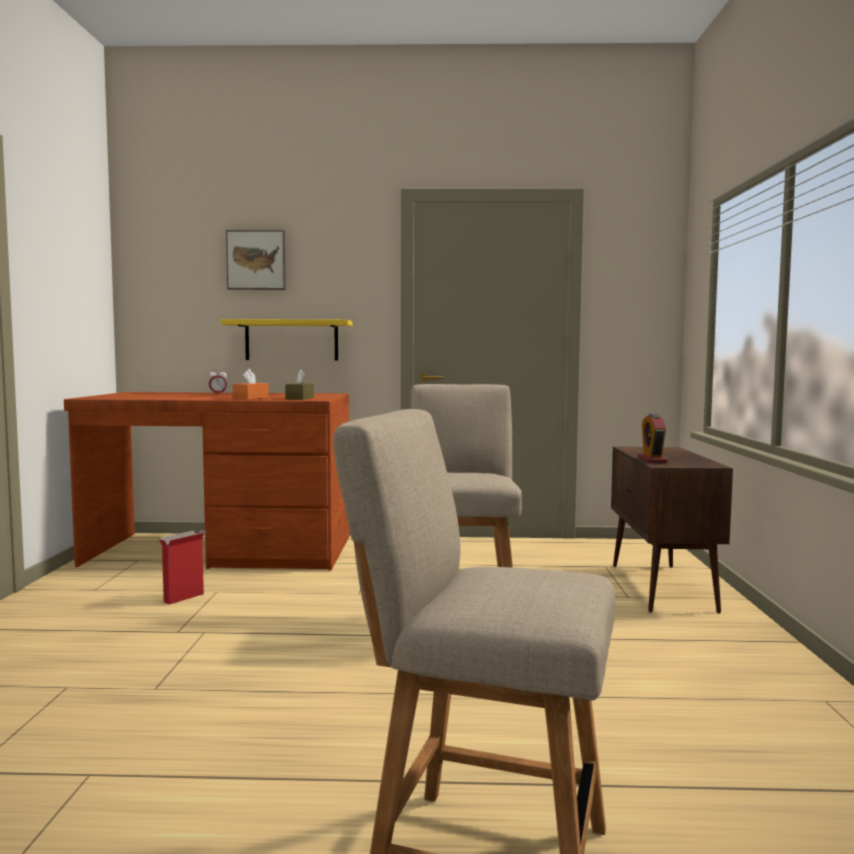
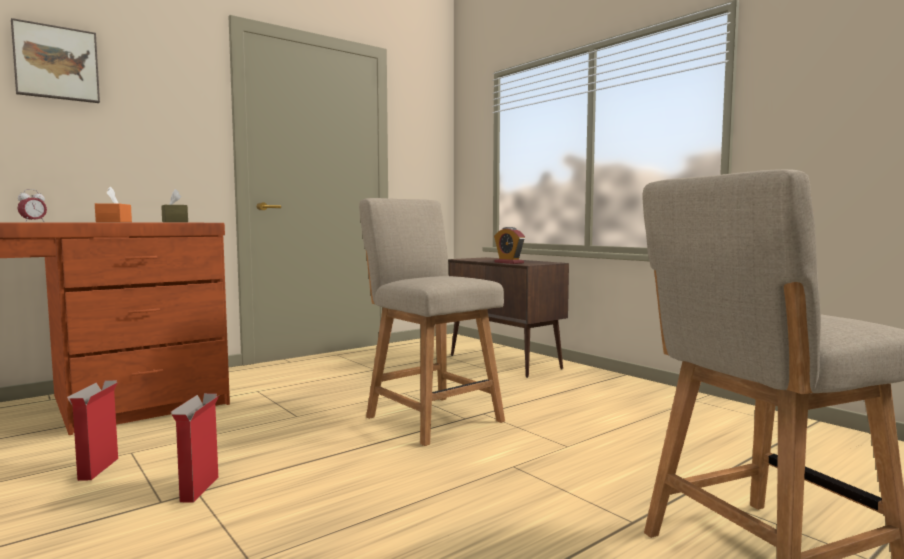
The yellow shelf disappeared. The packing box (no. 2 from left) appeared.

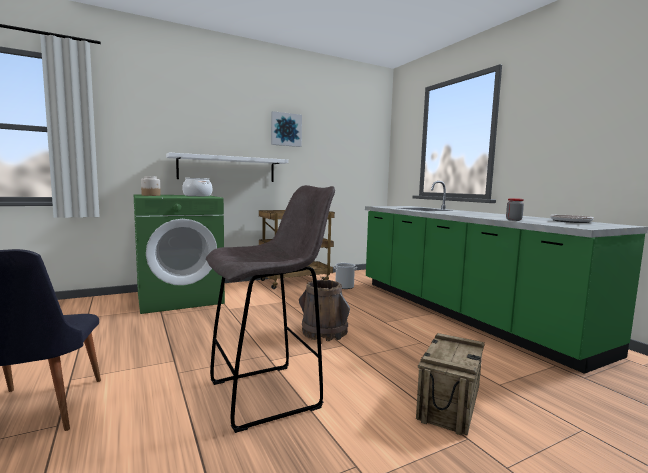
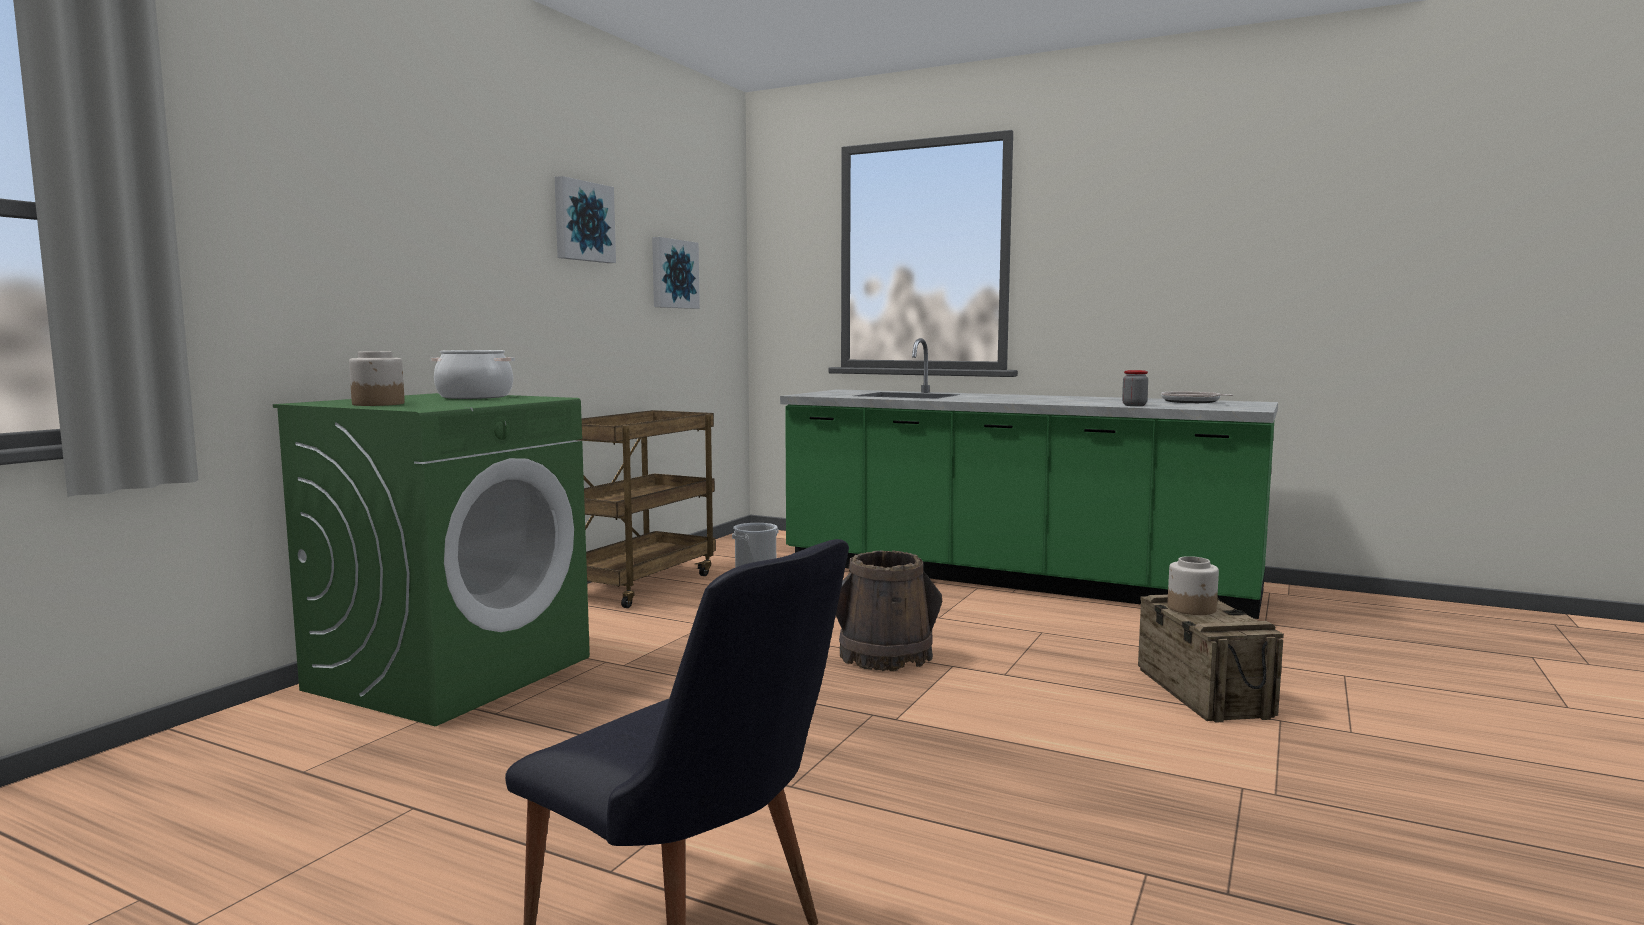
The white-coloured shelf disappeared. The gray sitting stool disappeared. The wall picture (no. 2 from left) appeared. The jar (no. 3 from left) appeared.

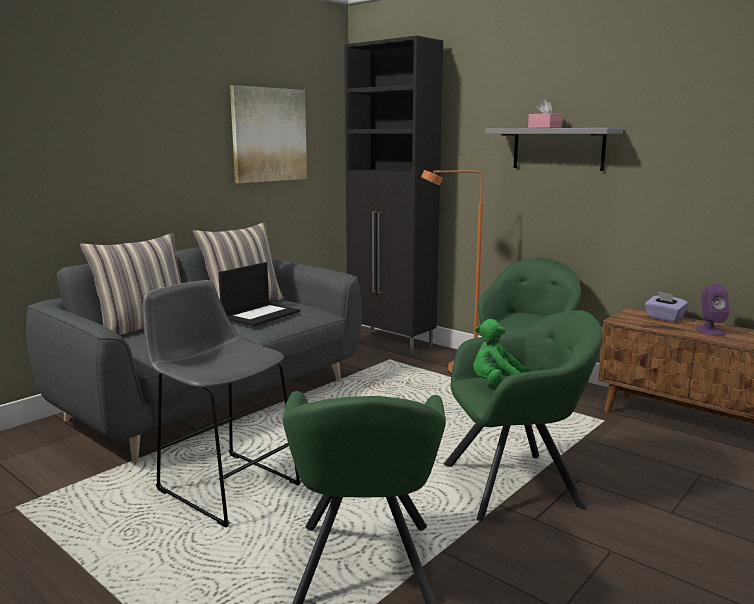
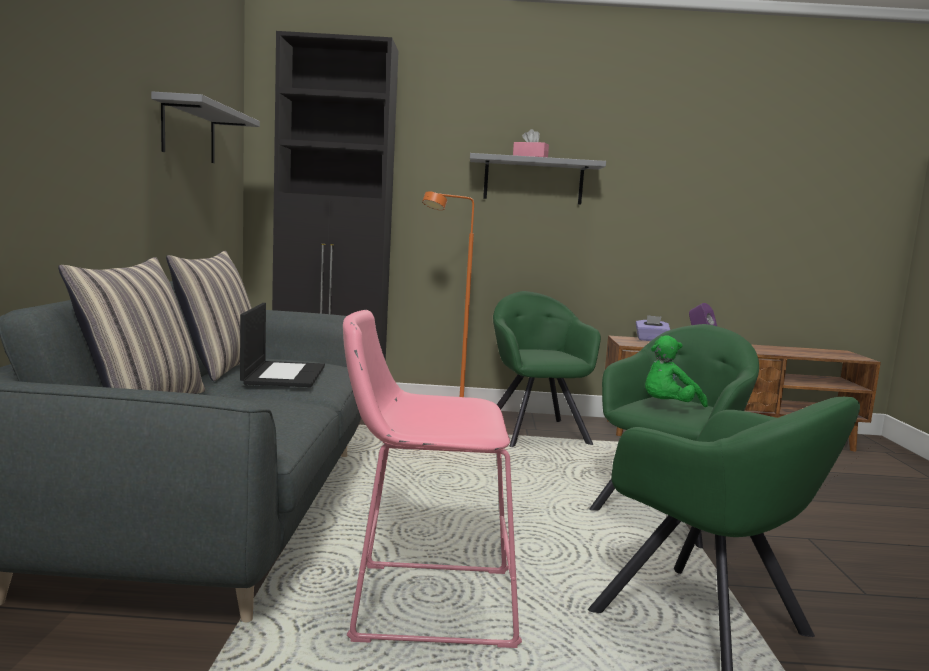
The gray sitting stool became the pink-coloured sitting stool. The wall picture was replaced by the gray shelf (no. 1 from left).

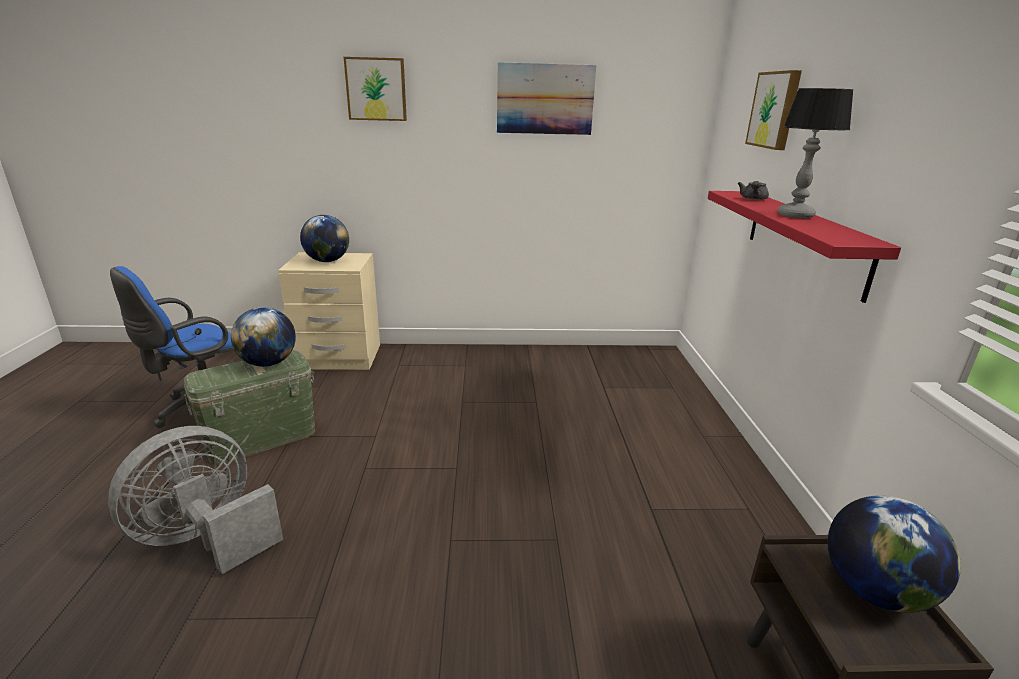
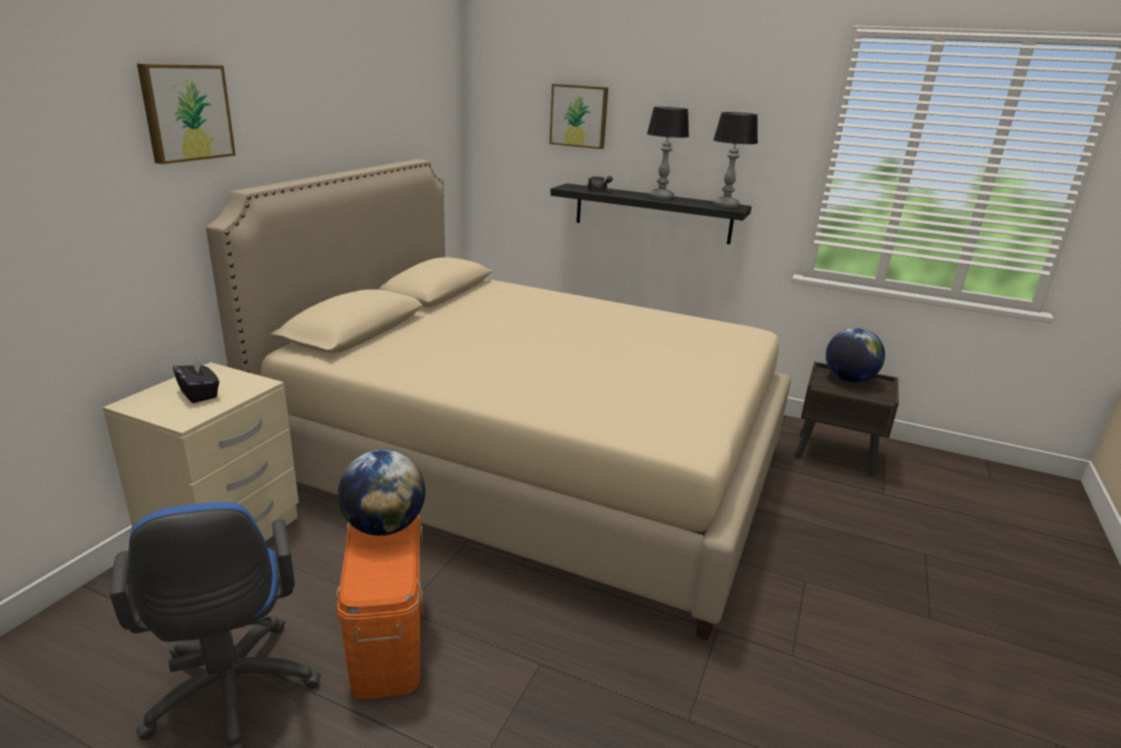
The gray fan disappeared. The greenish storage bin became the orange storage bin. The globe (no. 2 from left) was replaced by the black-coloured tissue box. The wall picture (no. 2 from left) disappeared. The reddish shelf became the black-coloured shelf. The beige bed appeared. The tabletop lamp (no. 2 from left) appeared.

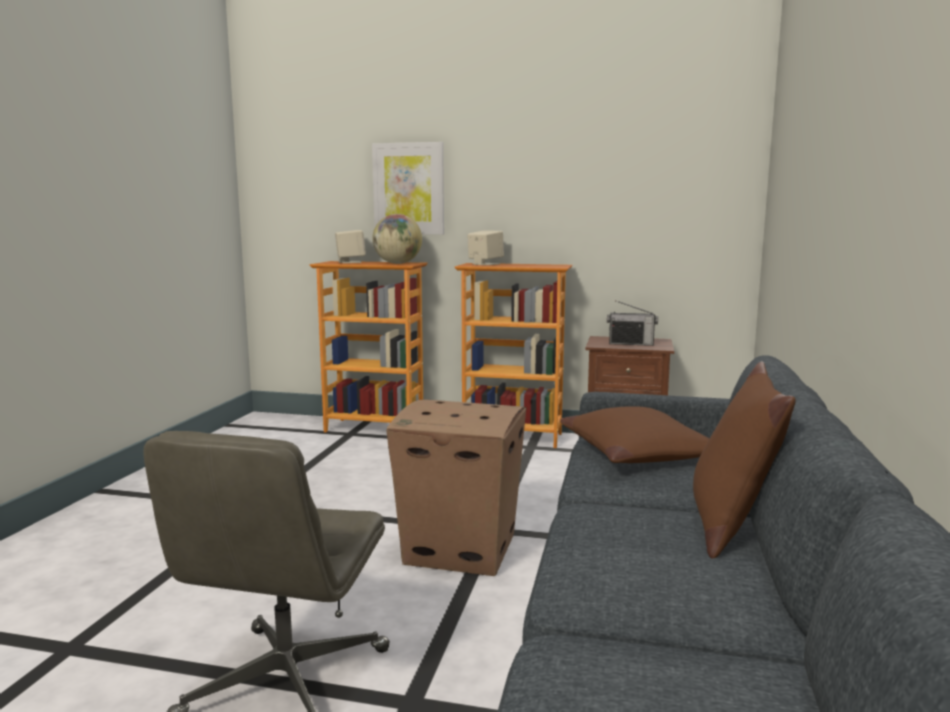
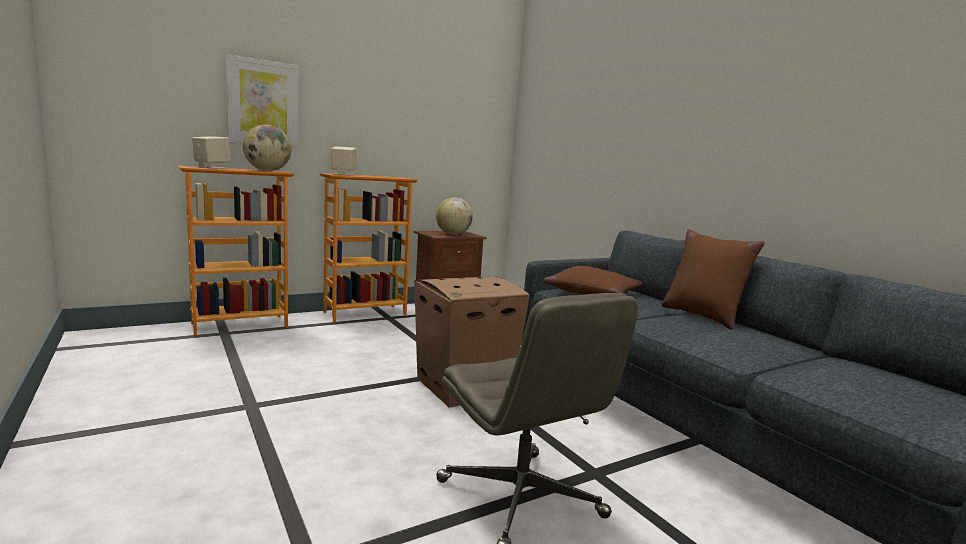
The radio was replaced by the globe (no. 2 from left).

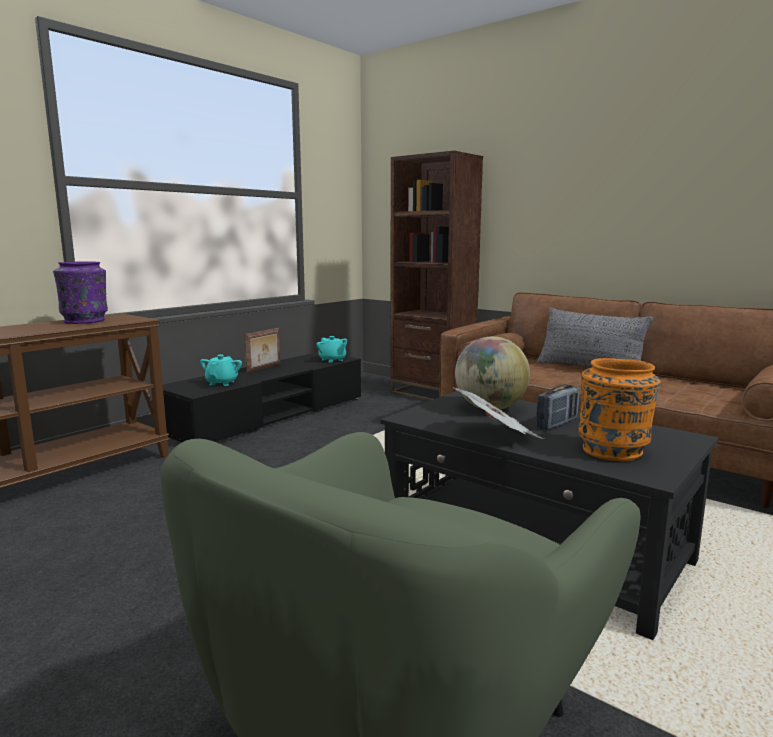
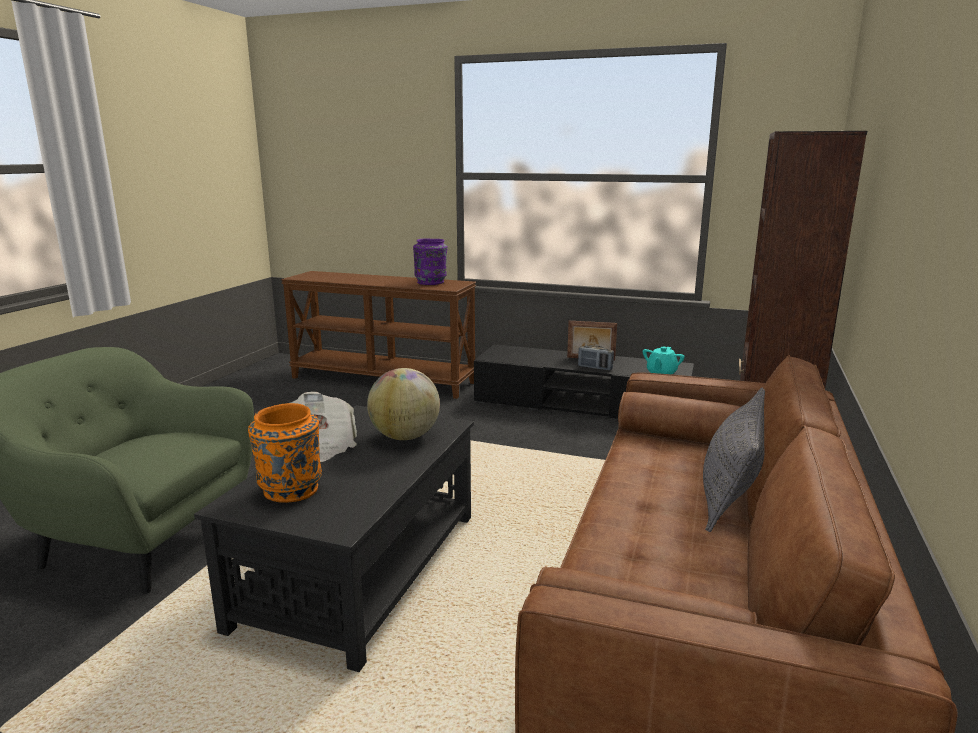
The turquoise teapot (no. 1 from left) disappeared. The radio moved.

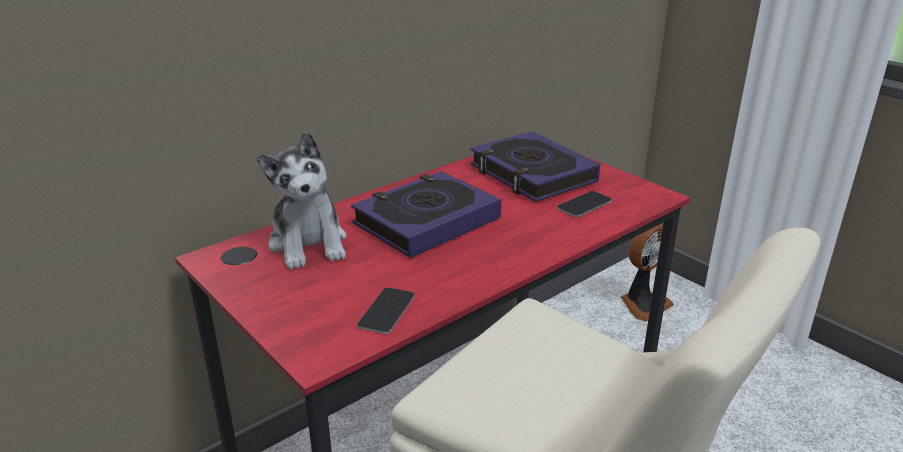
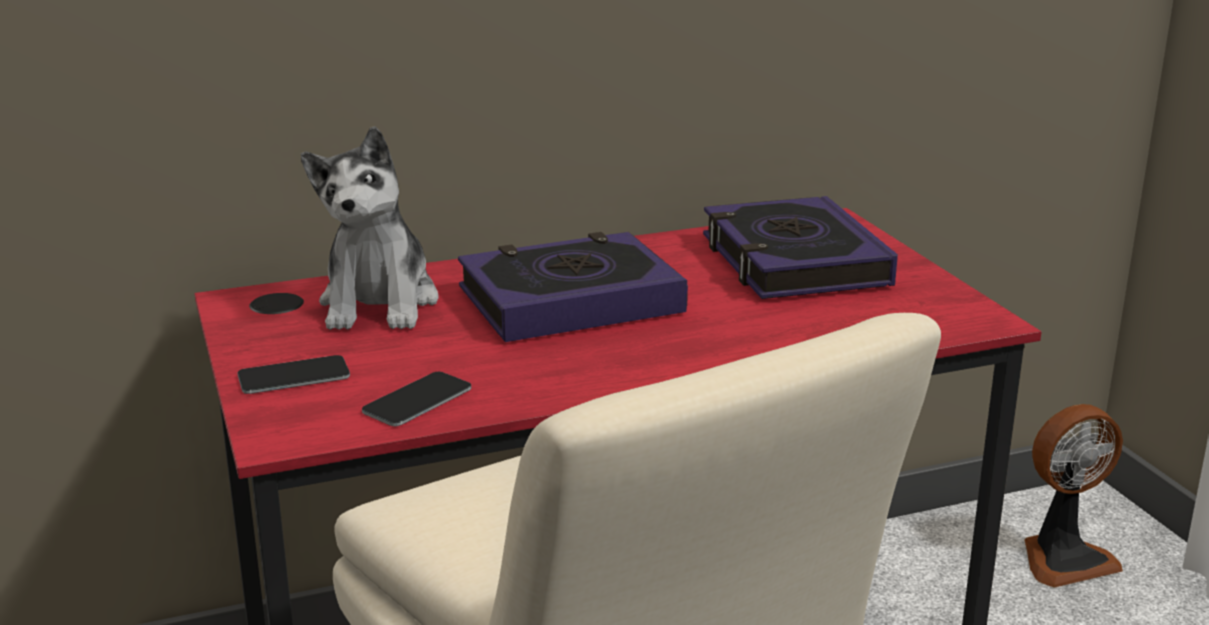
The phone (no. 2 from left in the first image) moved.

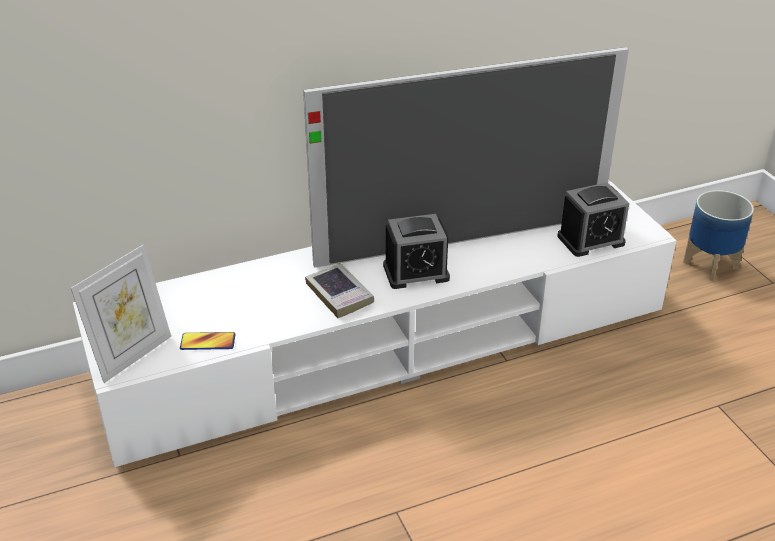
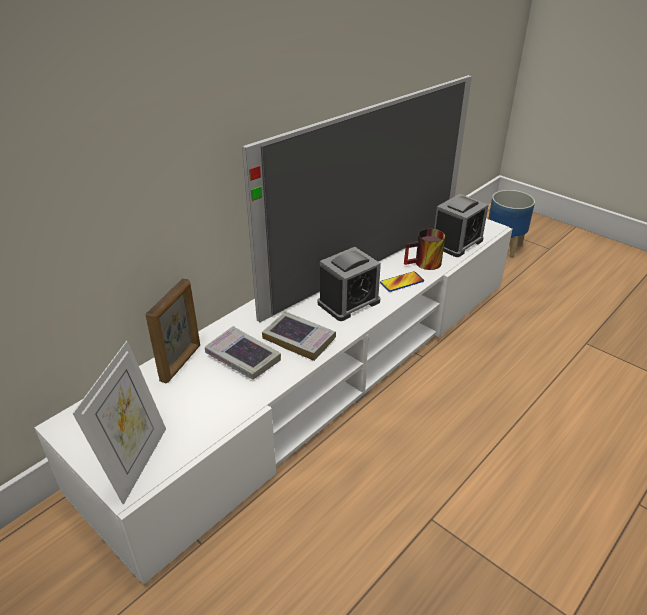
The phone moved. The standing frame (no. 2 from left) appeared. The bound book (no. 1 from left) appeared. The tea mug appeared.

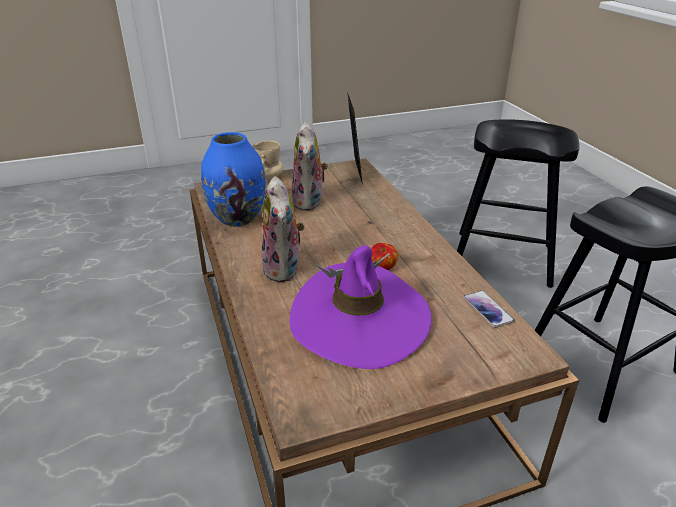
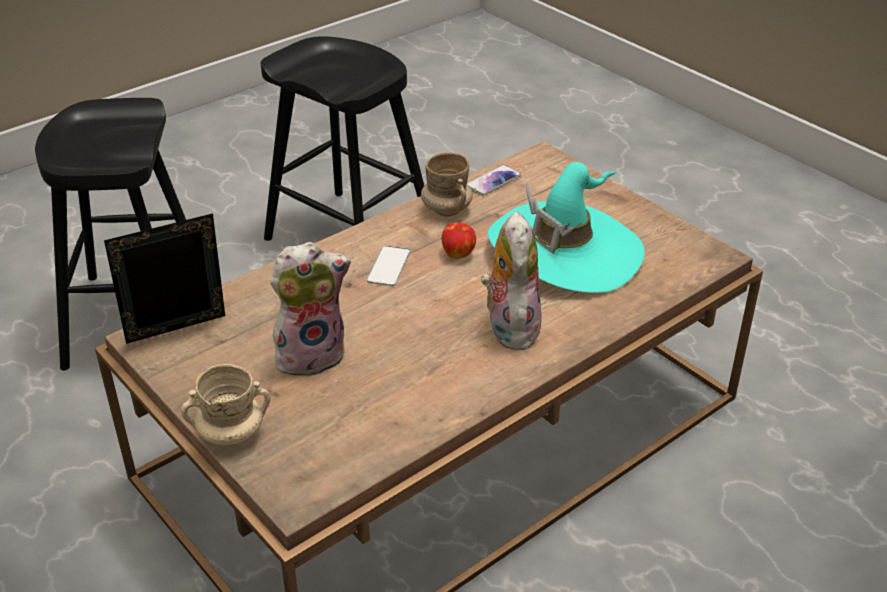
The bluish vase disappeared. The cuddly toy (no. 1 from left in the first image) turned 60 degrees counterclockwise. The purplish hat became the turquoise hat. The phone (no. 1 from left) appeared. The beige tea mug (no. 2 from left) appeared.

